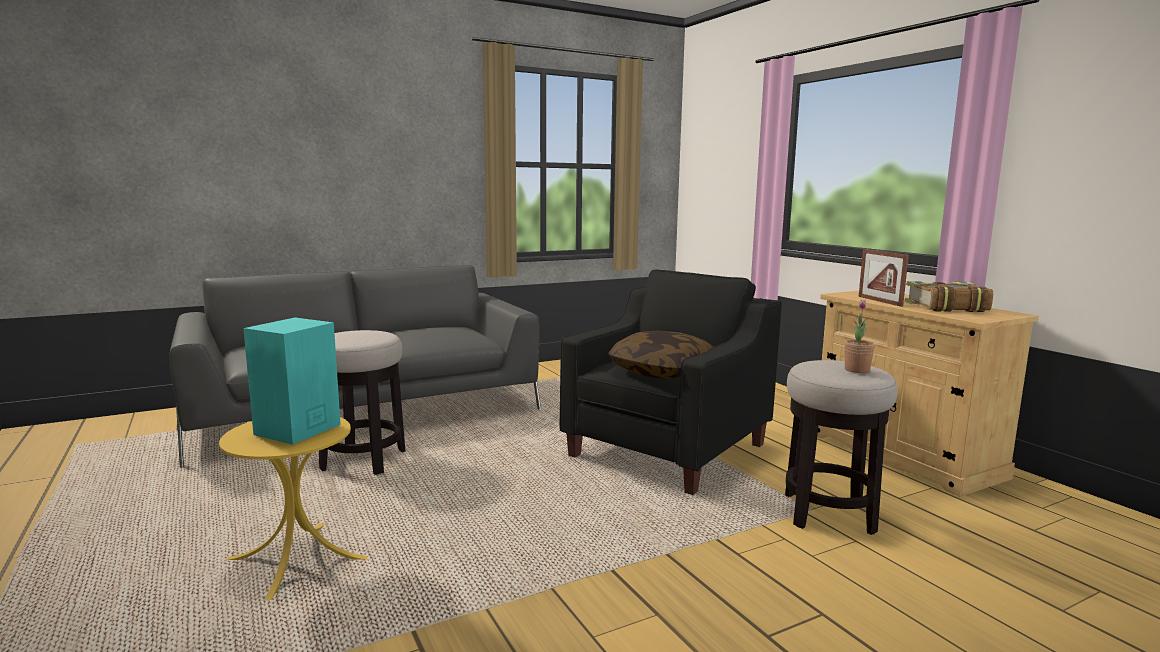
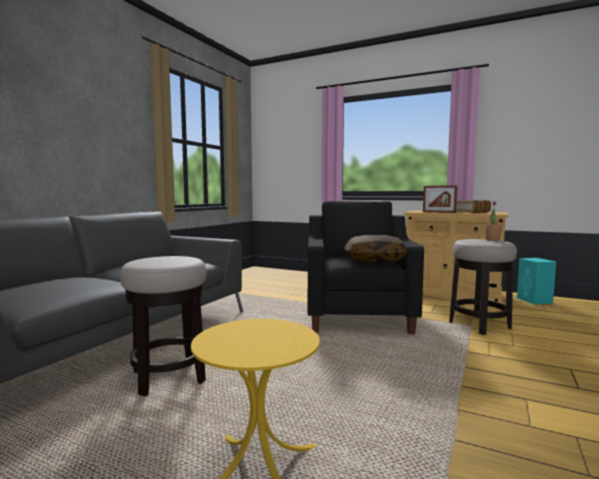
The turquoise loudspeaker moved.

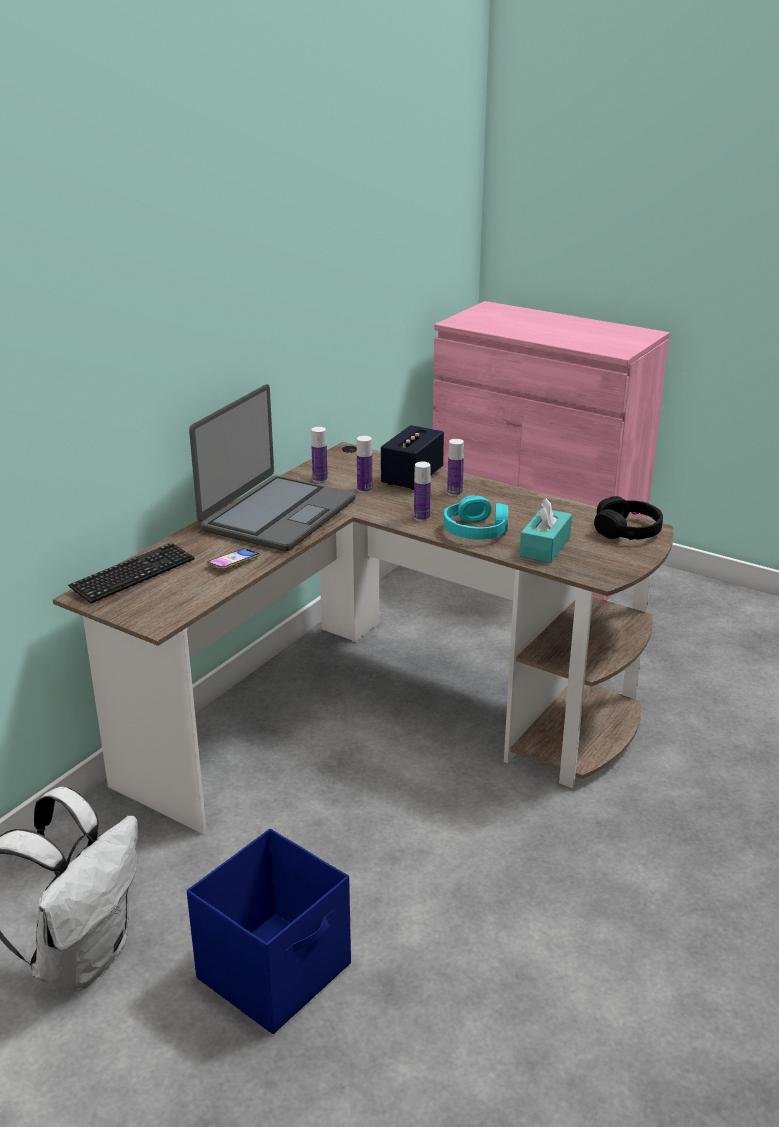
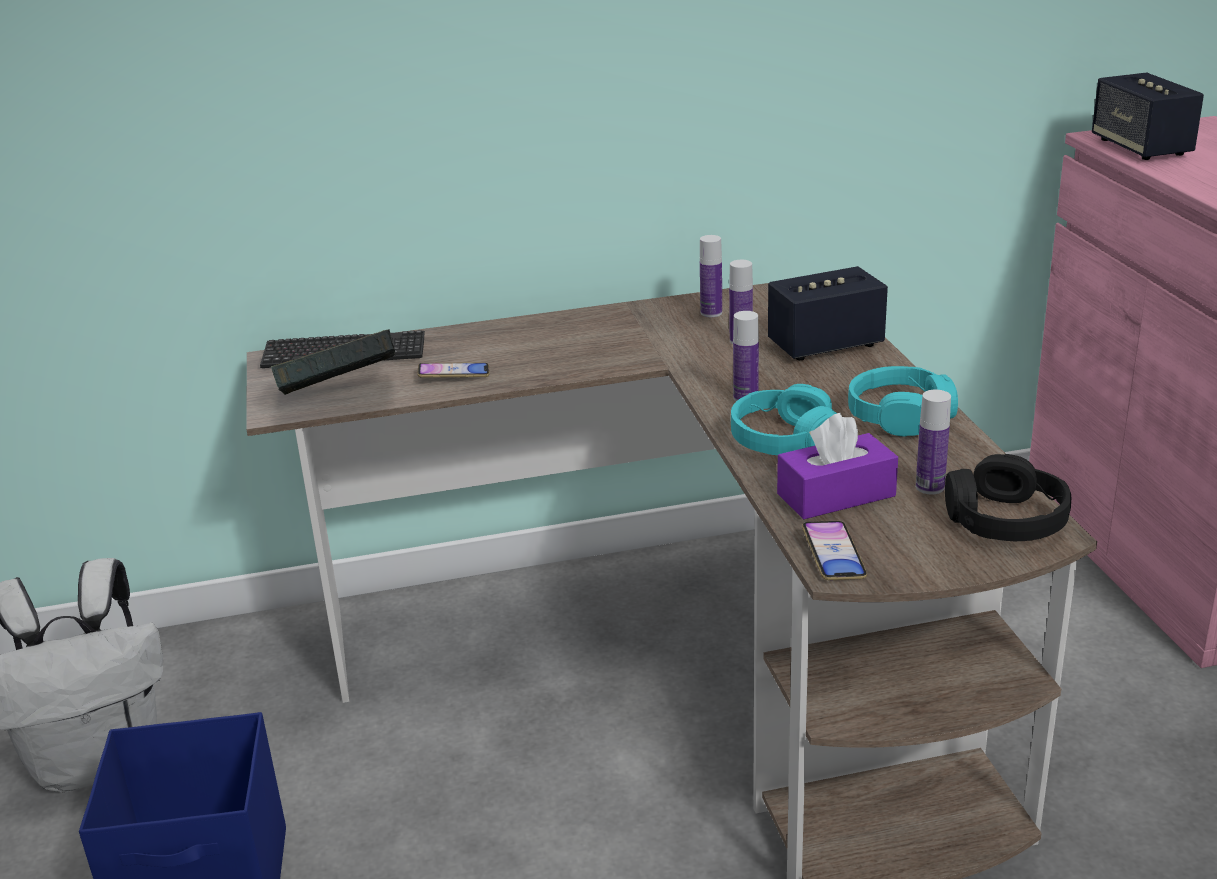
The portable computer disappeared. The drink bottle (no. 4 from left) moved. The turquoise tissue box became the purplish tissue box. The bound book appeared. The phone (no. 2 from left) appeared. The turquoise headphones (no. 2 from left) appeared. The loudspeaker (no. 2 from left) appeared.

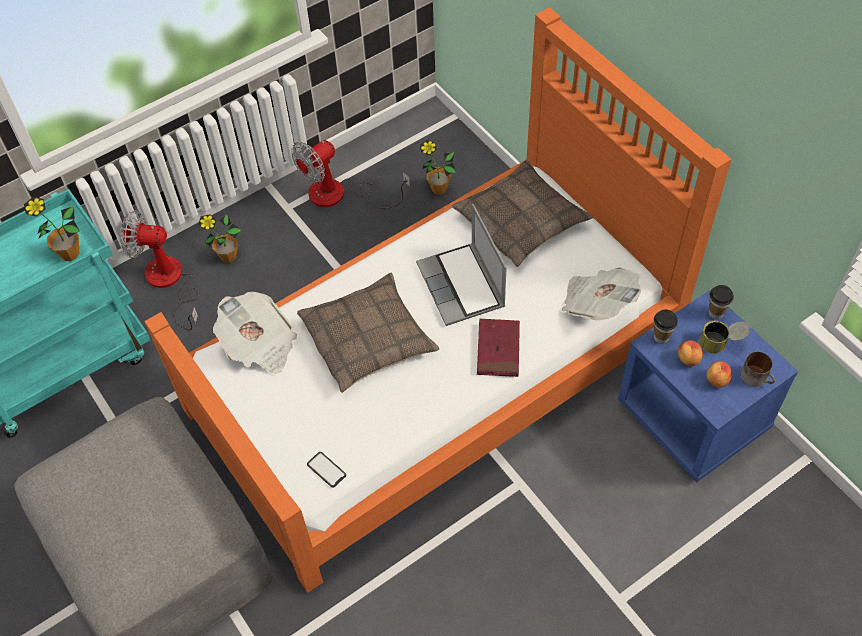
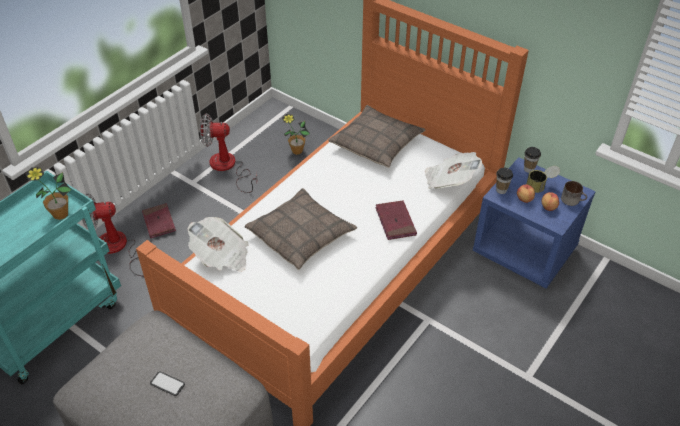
The houseplant (no. 2 from left) was replaced by the reddish bound book (no. 1 from left). The fan (no. 2 from left) turned 60 degrees clockwise. The phone moved. The portable computer disappeared.

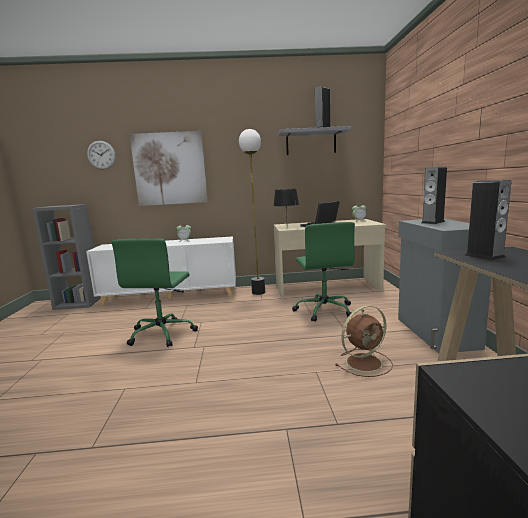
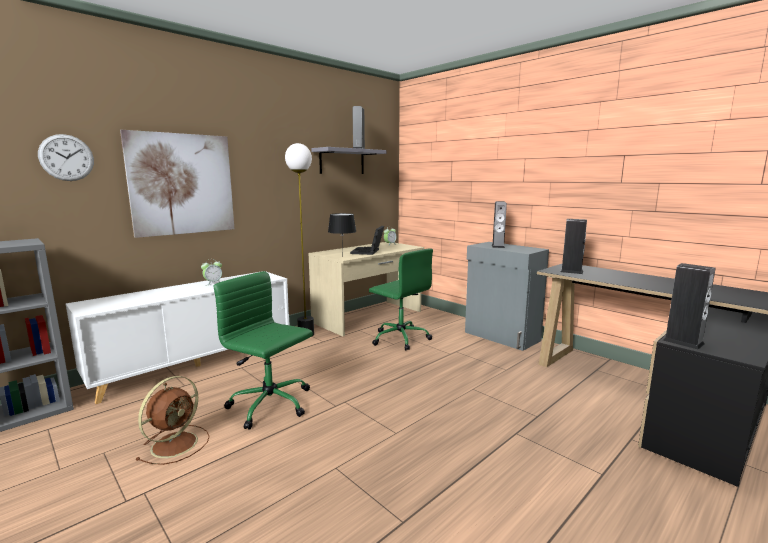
The greenish desk chair (no. 1 from left) turned 150 degrees clockwise. The brown fan moved. The loudspeaker (no. 4 from left) appeared.

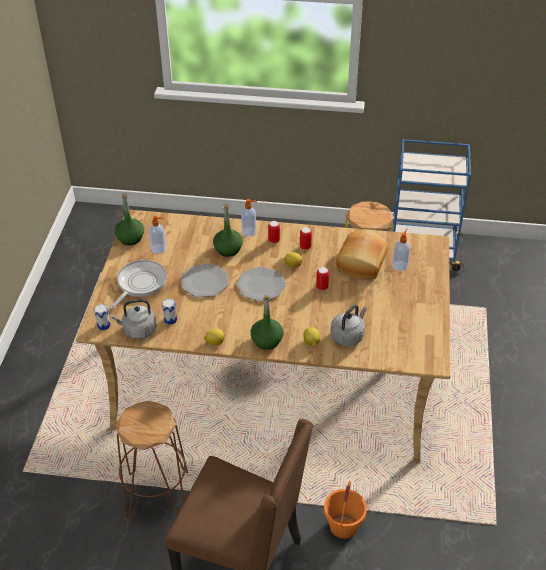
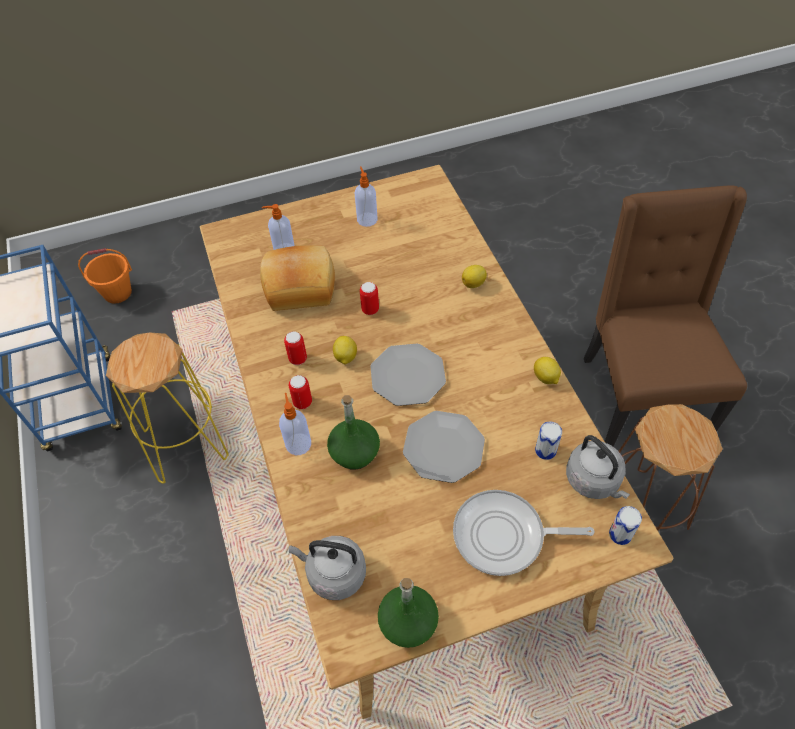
The soap bottle (no. 1 from left in the first image) moved. The greenish drink bottle (no. 3 from left) disappeared. The orange pail moved. The gray tea kettle (no. 2 from left in the first image) moved.

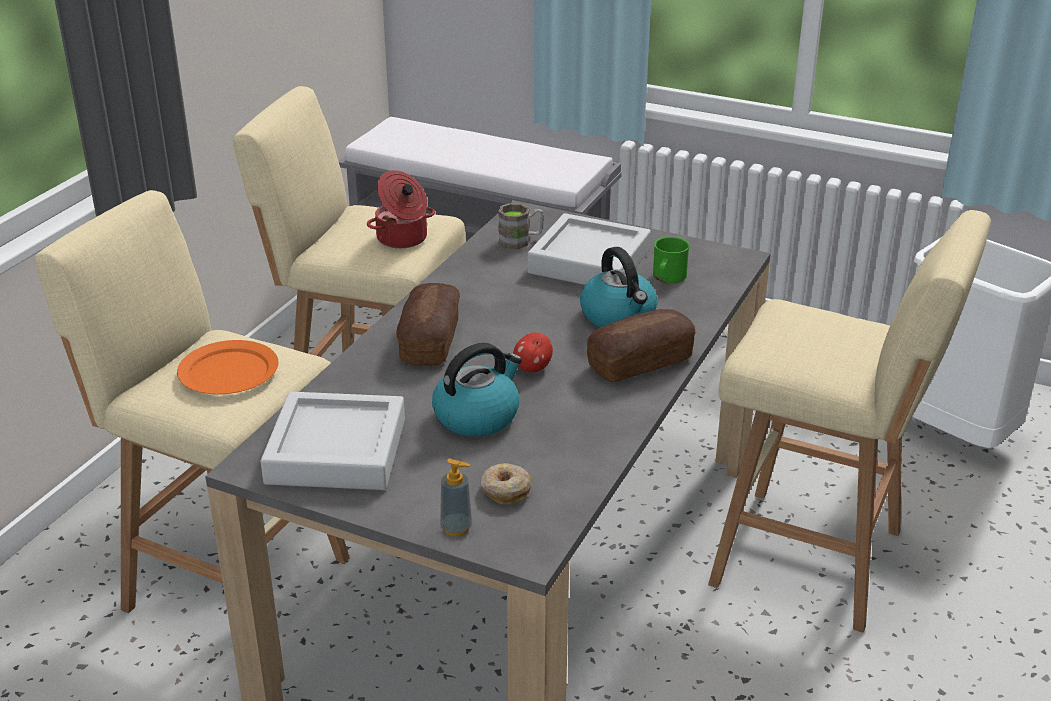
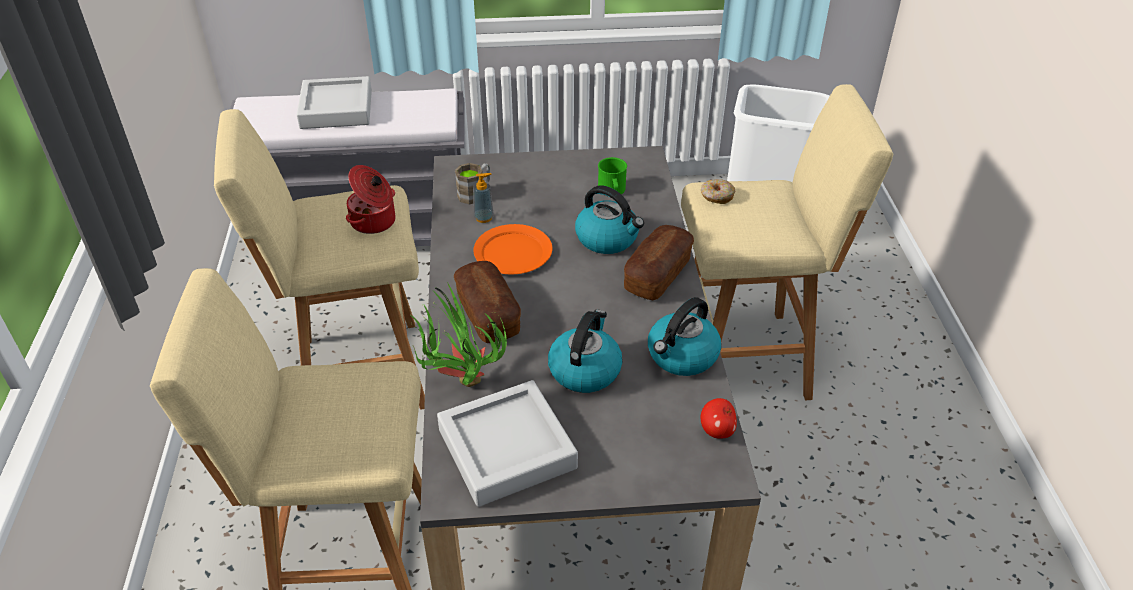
The orange dinner plate moved. The soap bottle moved. The doughnut moved. The apple fruit moved. The gray serving tray (no. 2 from left in the first image) moved. The houseplant appeared. The tea kettle (no. 3 from left) appeared.

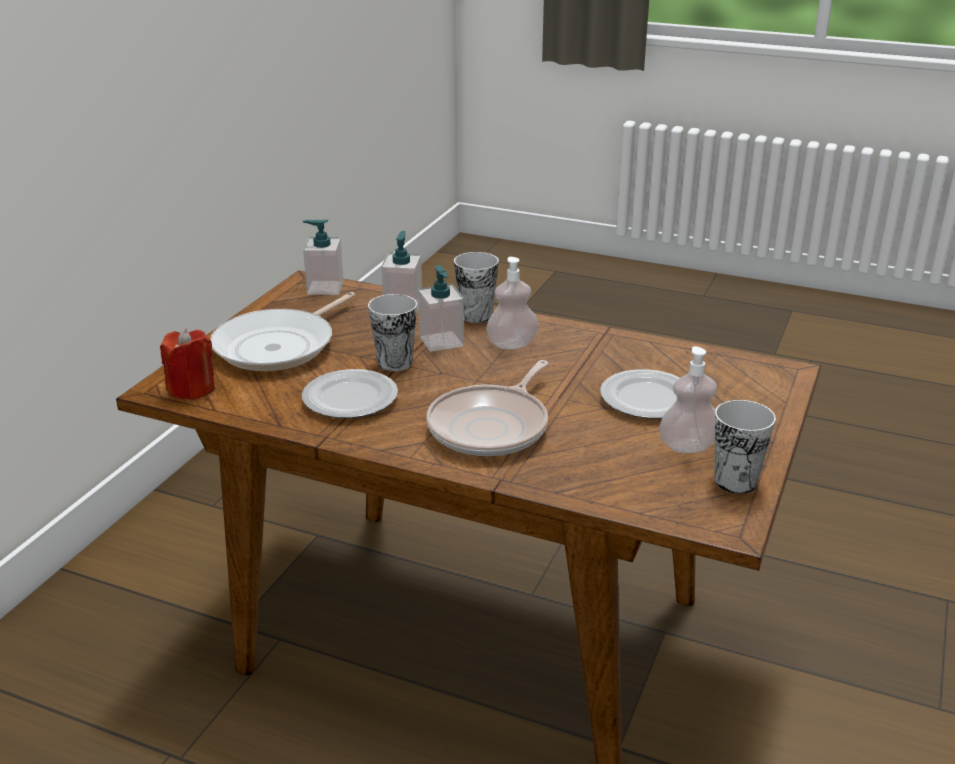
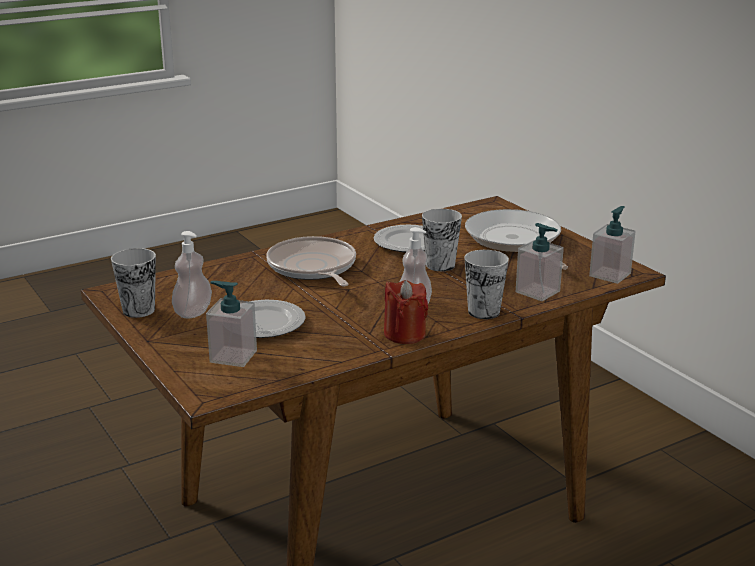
The reddish candle moved. The soap bottle (no. 3 from left in the first image) moved.

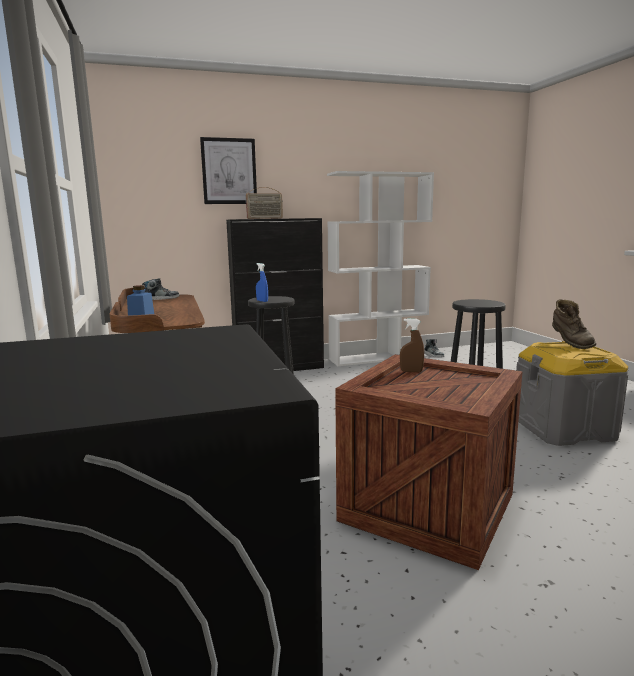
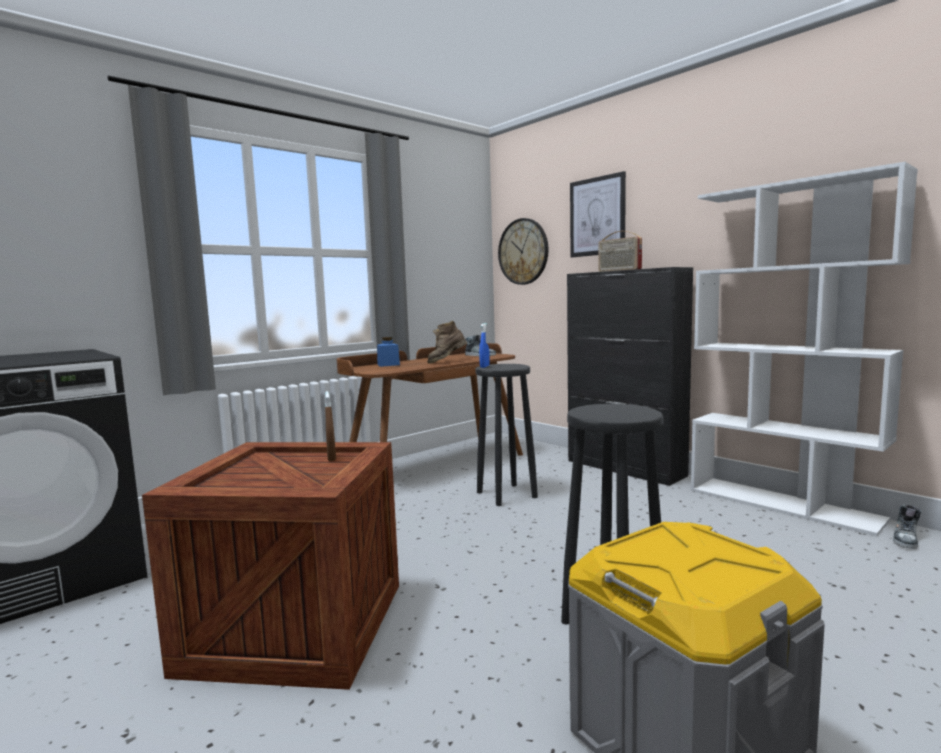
The brown tall boot moved. The wall clock appeared.

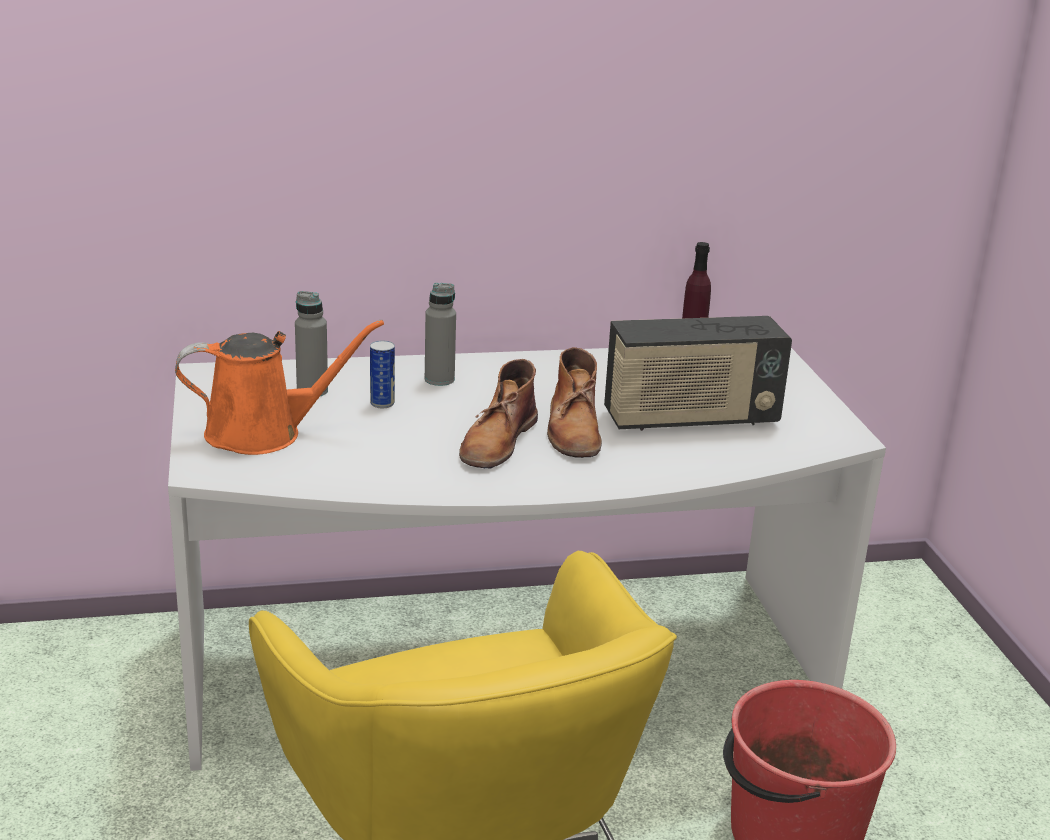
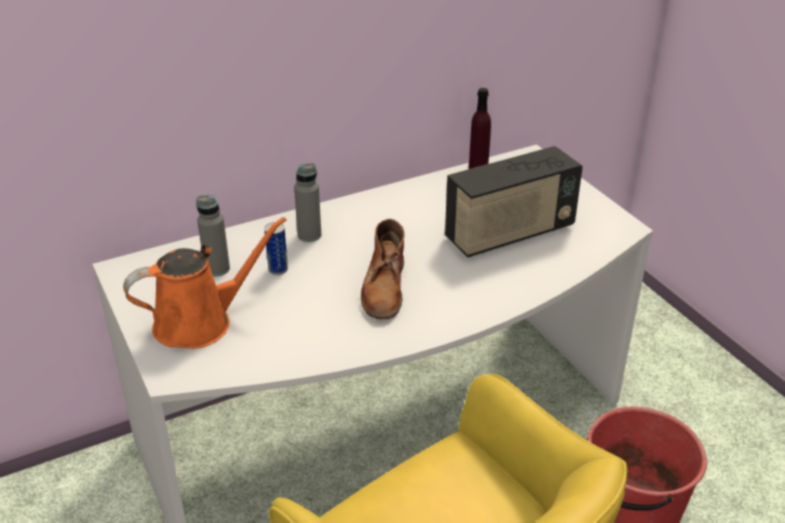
The brown tall boot (no. 2 from left) disappeared.

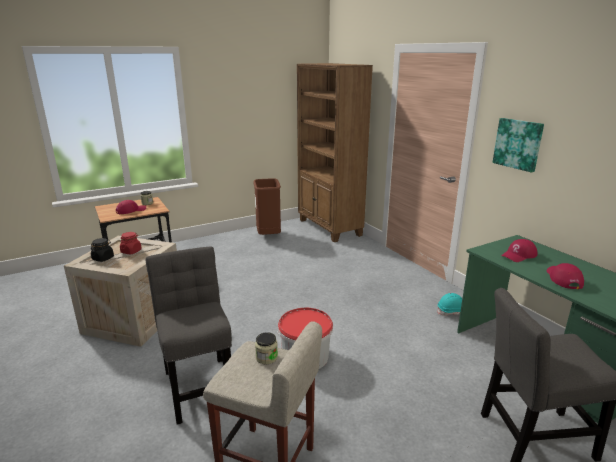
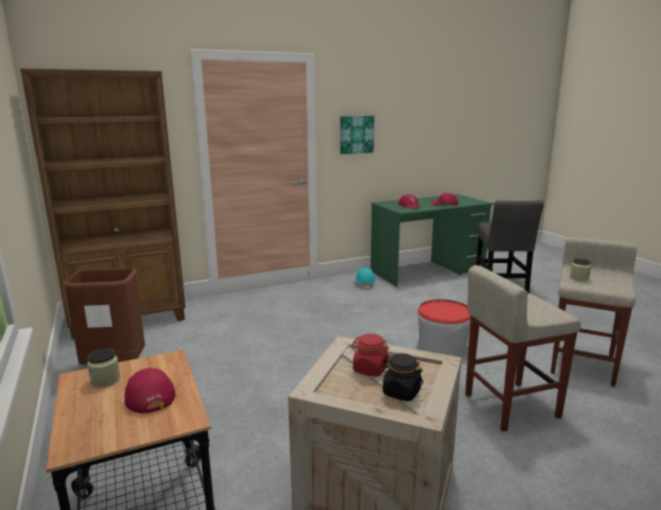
The gray plain chair (no. 1 from left) was replaced by the beige sitting stool (no. 1 from left).

